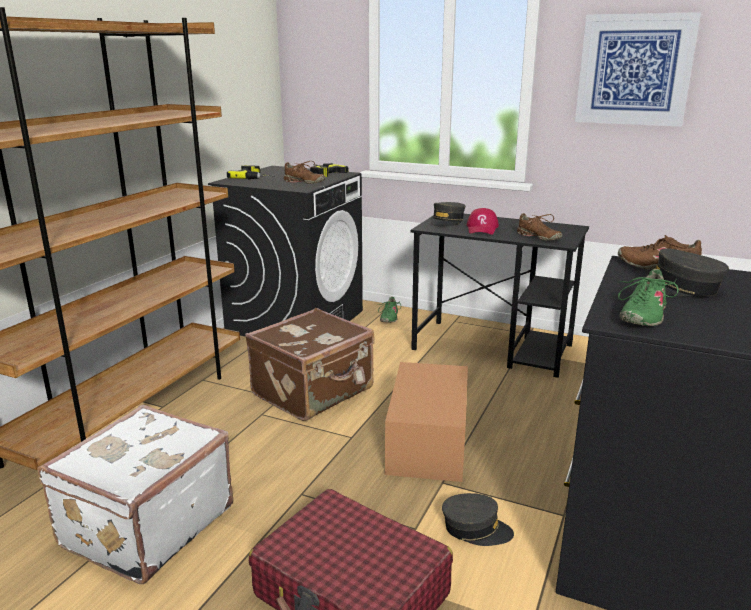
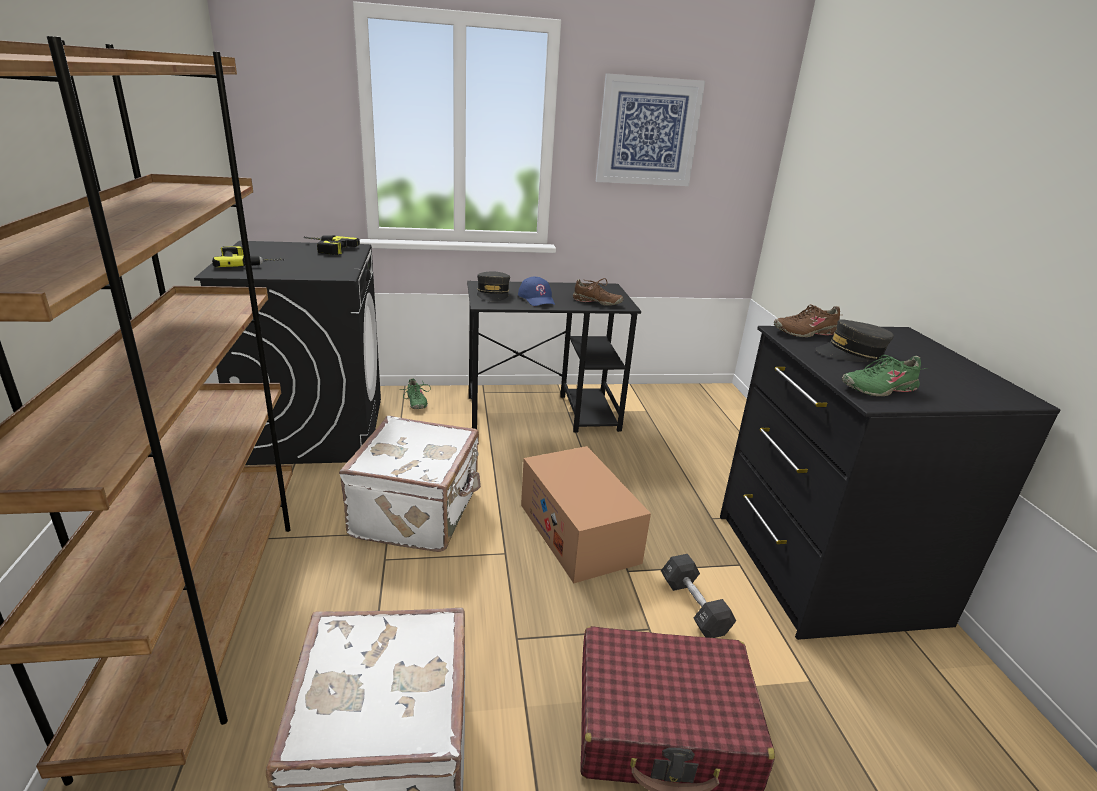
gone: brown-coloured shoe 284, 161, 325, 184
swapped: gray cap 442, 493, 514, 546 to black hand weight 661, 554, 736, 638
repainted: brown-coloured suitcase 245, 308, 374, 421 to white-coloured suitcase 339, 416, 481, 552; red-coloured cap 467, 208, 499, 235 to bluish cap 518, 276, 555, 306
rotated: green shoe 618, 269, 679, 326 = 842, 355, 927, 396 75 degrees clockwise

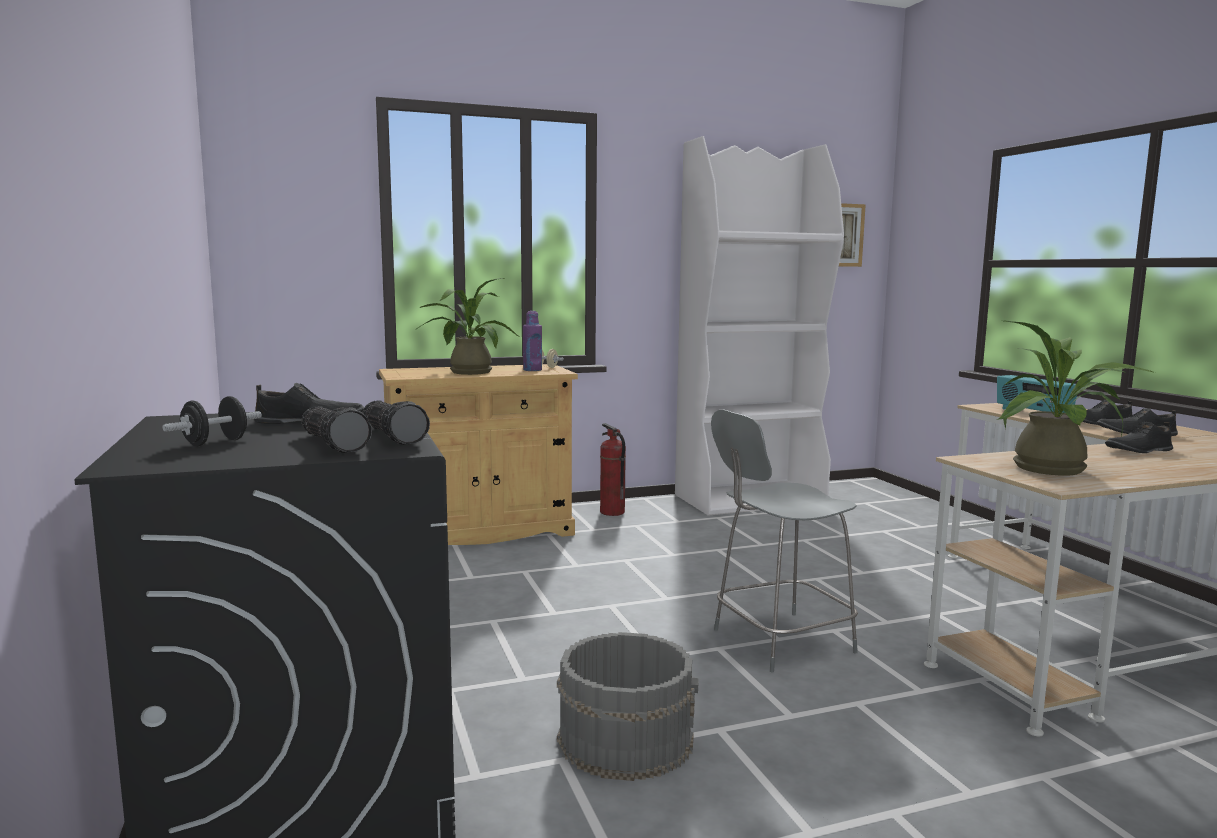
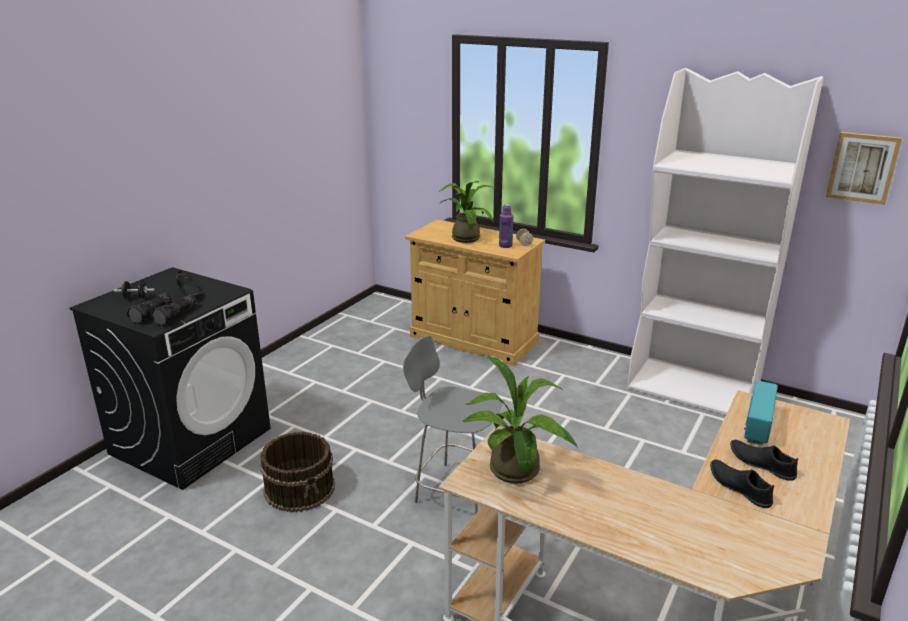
gone: fire-fighting cylinder 600, 423, 626, 516; black shoe 1105, 422, 1173, 453
repainted: gray bucket 557, 632, 699, 781 to brown-coloured bucket 260, 432, 335, 512

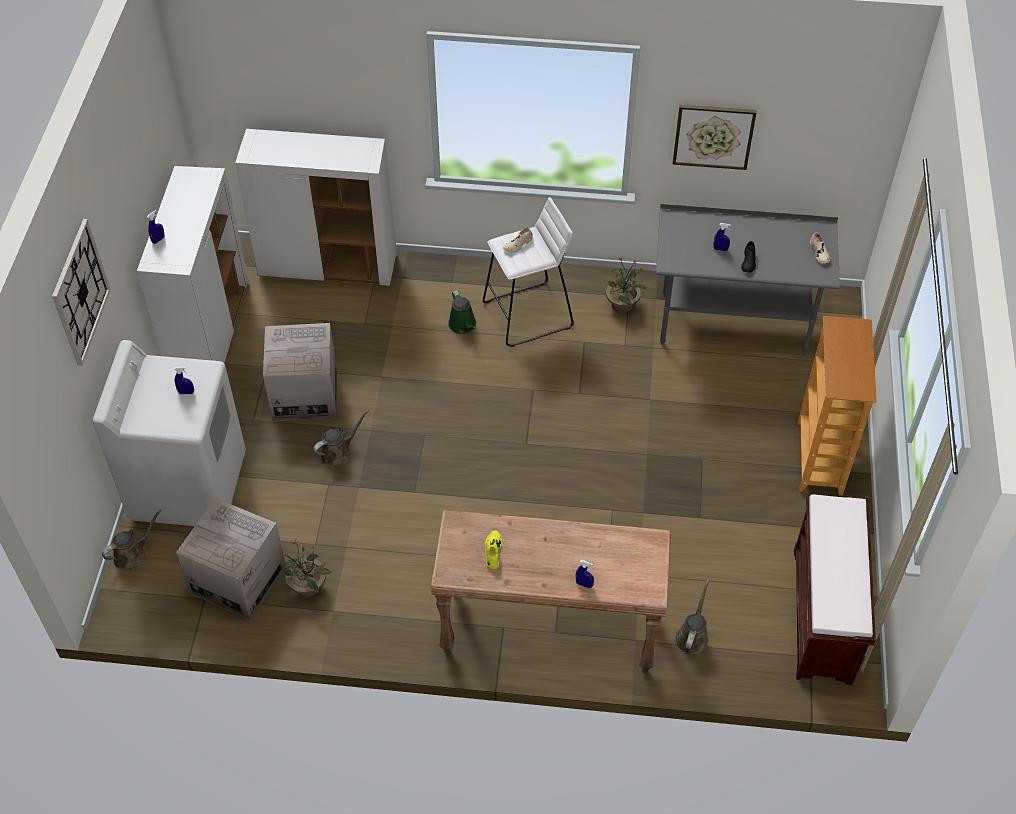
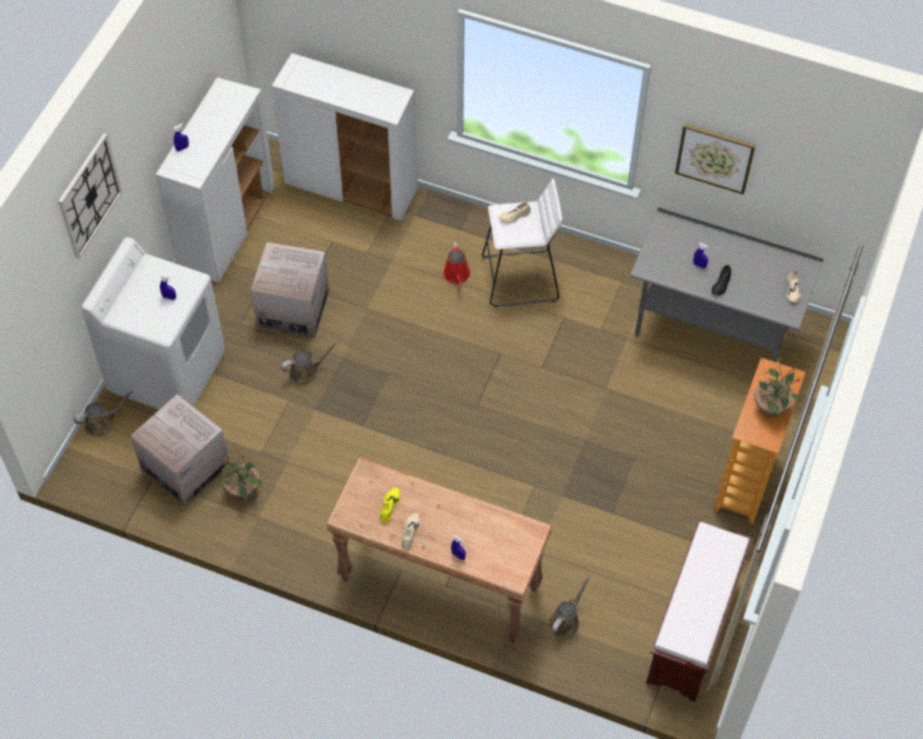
new: beige-coloured shoe 401, 513, 420, 549
shifted: potted plant 606, 257, 646, 313 to 754, 357, 801, 418
repainted: green watering can 448, 291, 476, 334 to red-coloured watering can 443, 242, 470, 285

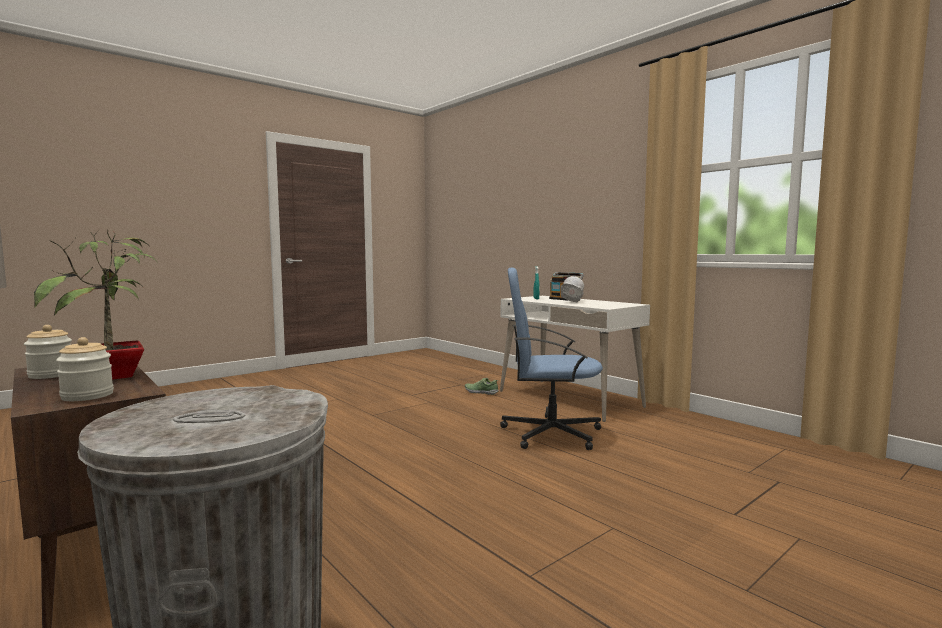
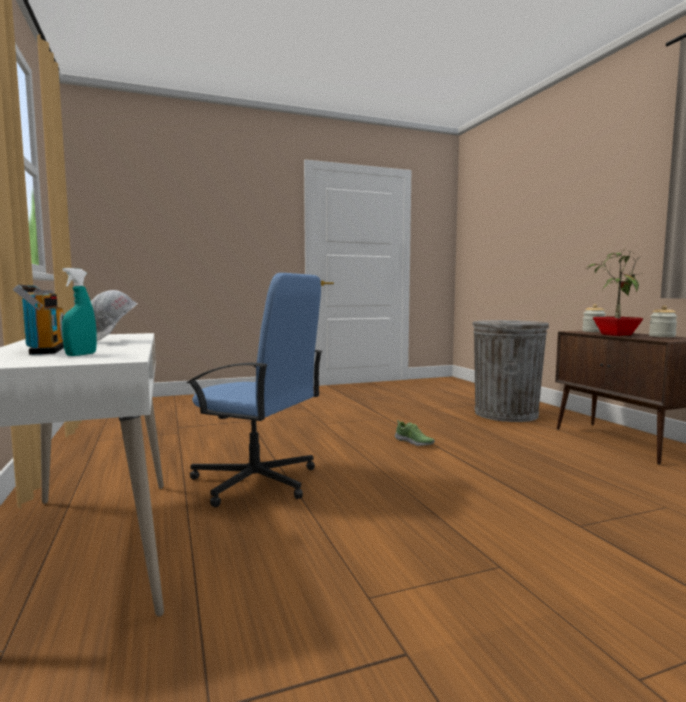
shifted: shoe 465, 378, 499, 395 to 395, 420, 435, 446

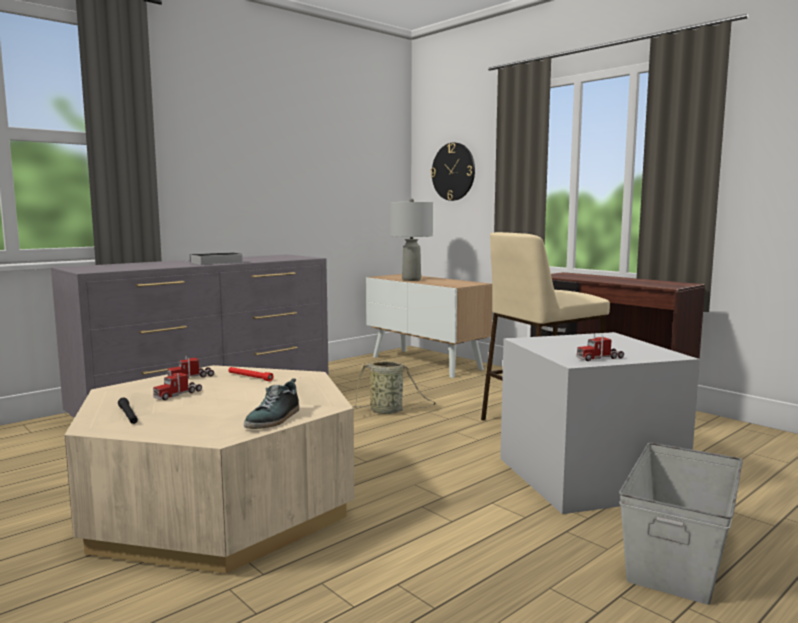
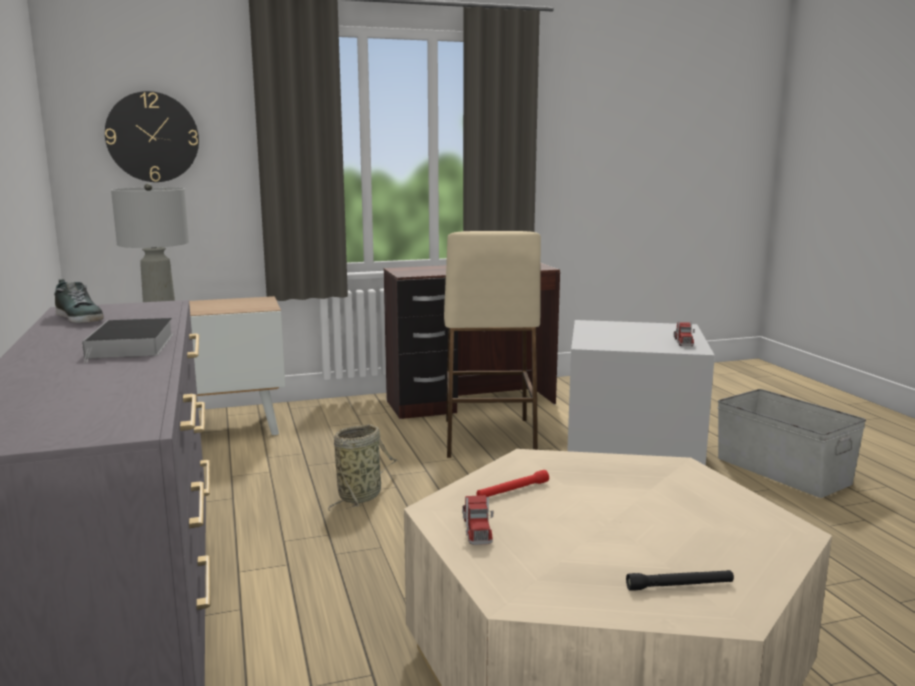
gone: toy truck 153, 371, 202, 400
shifted: shoe 244, 378, 299, 429 to 54, 279, 104, 323

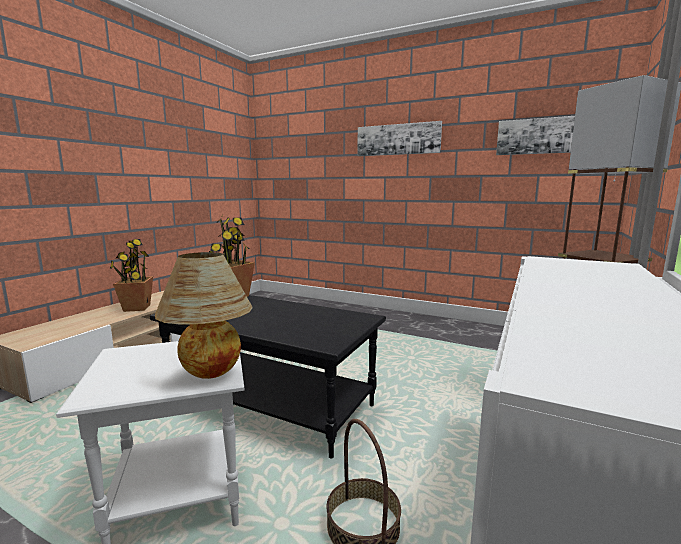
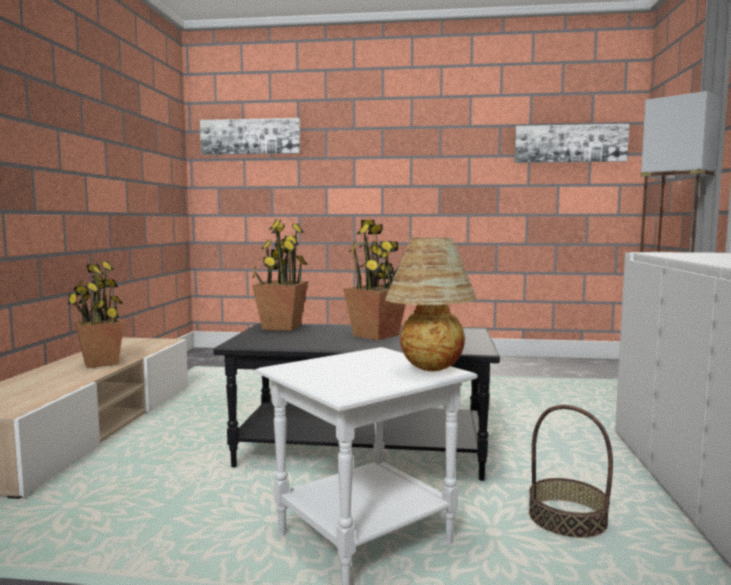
new: potted plant 343, 220, 406, 340
shifted: wall picture 357, 121, 442, 156 to 200, 118, 300, 155

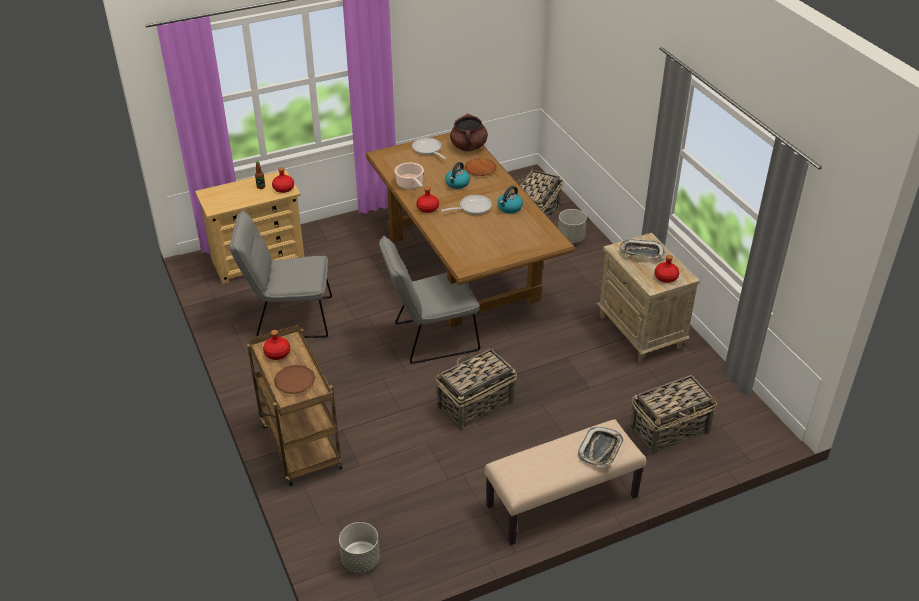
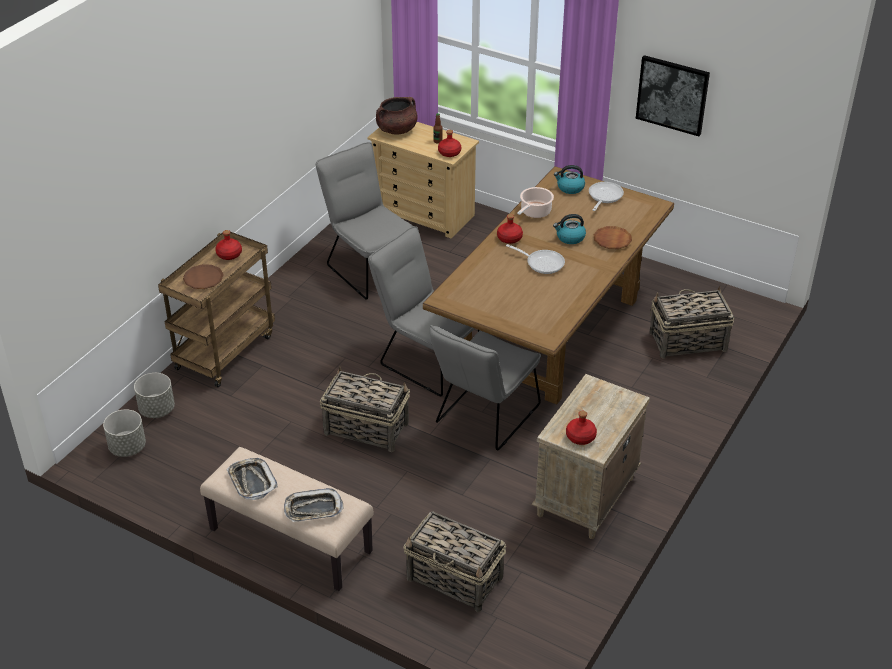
new: gray plain chair 430, 325, 541, 451; wall picture 636, 55, 710, 136
shifted: gray planter 558, 209, 587, 243 to 134, 373, 175, 418; carrying tray 619, 240, 665, 259 to 226, 458, 278, 500; brown-coloured saucepot 450, 114, 488, 151 to 376, 97, 418, 134; tea kettle 497, 186, 523, 213 to 554, 165, 585, 194

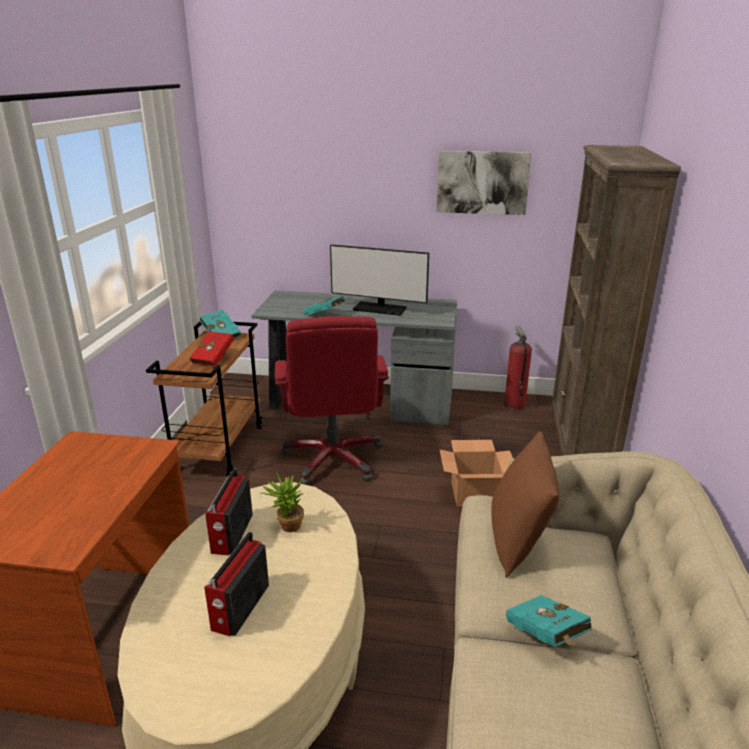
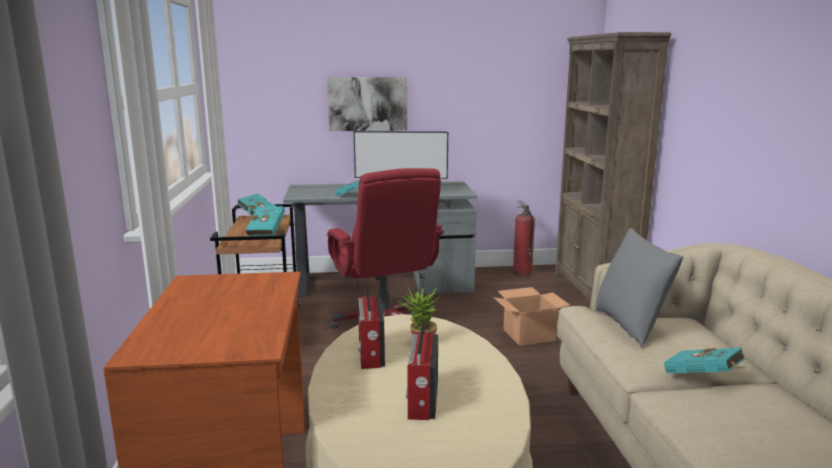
shifted: wall picture 436, 151, 532, 215 to 327, 77, 407, 131
repainted: red-coloured bound book 189, 331, 234, 367 to turquoise-coloured bound book 246, 206, 285, 236; brown-coloured cushion 491, 432, 559, 578 to gray cushion 596, 228, 684, 347

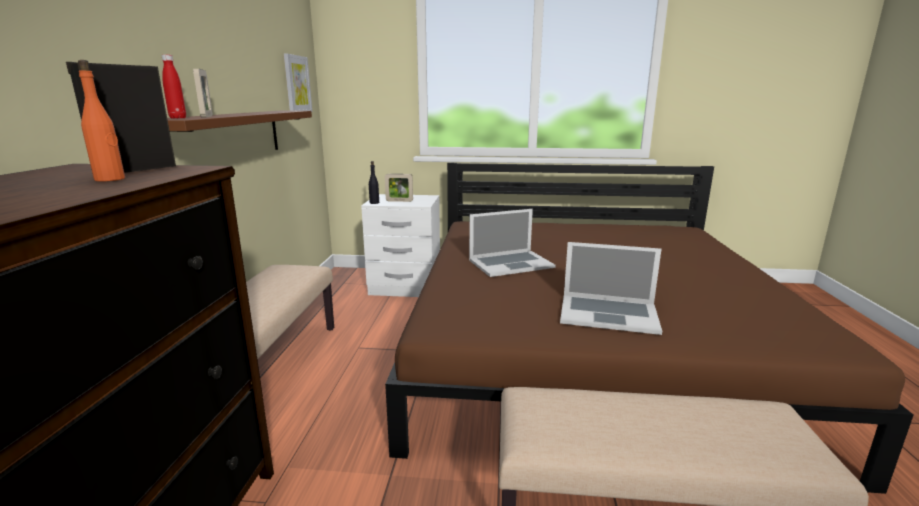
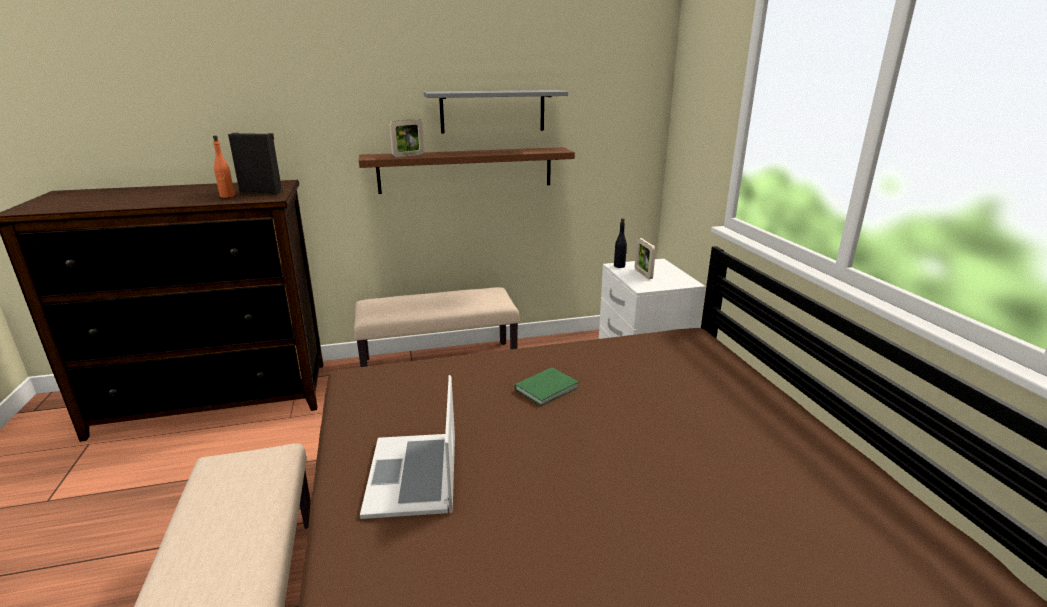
gone: red-coloured drink bottle 161, 54, 186, 118; wall picture 284, 54, 312, 112
new: gray wall shelf 424, 90, 568, 134
swapped: laptop 469, 209, 556, 277 to green bound book 515, 367, 579, 406

